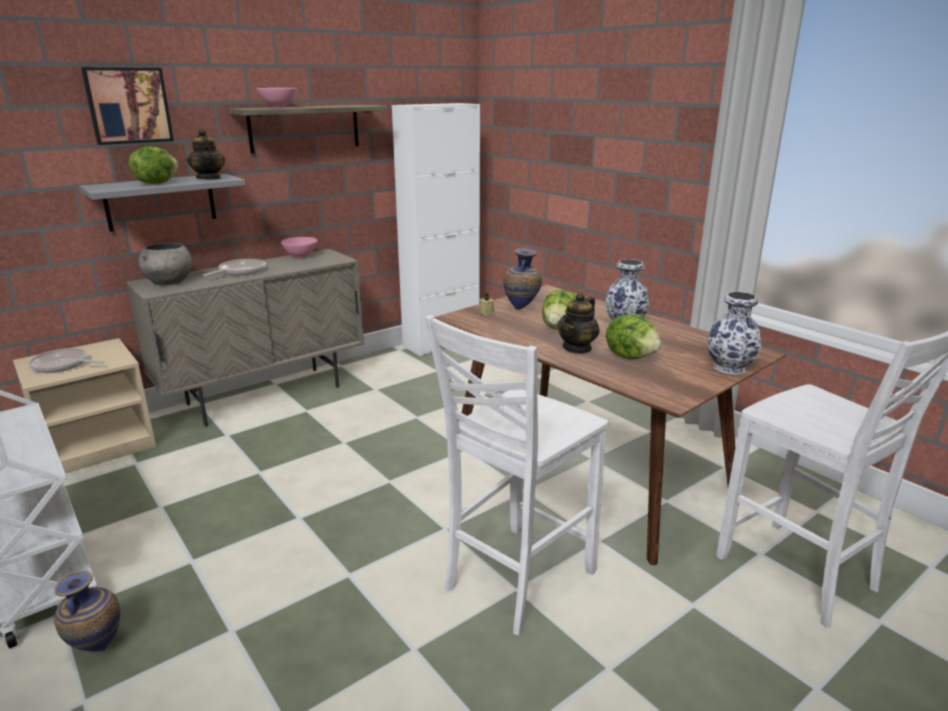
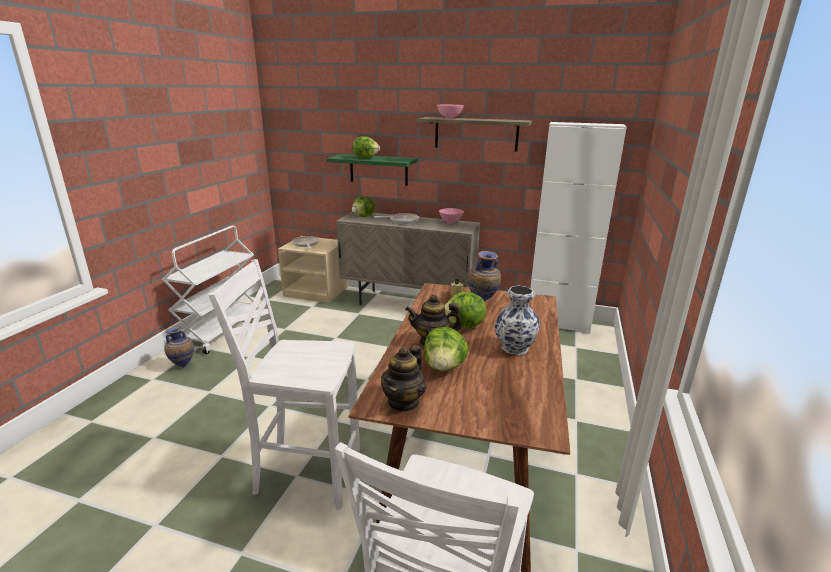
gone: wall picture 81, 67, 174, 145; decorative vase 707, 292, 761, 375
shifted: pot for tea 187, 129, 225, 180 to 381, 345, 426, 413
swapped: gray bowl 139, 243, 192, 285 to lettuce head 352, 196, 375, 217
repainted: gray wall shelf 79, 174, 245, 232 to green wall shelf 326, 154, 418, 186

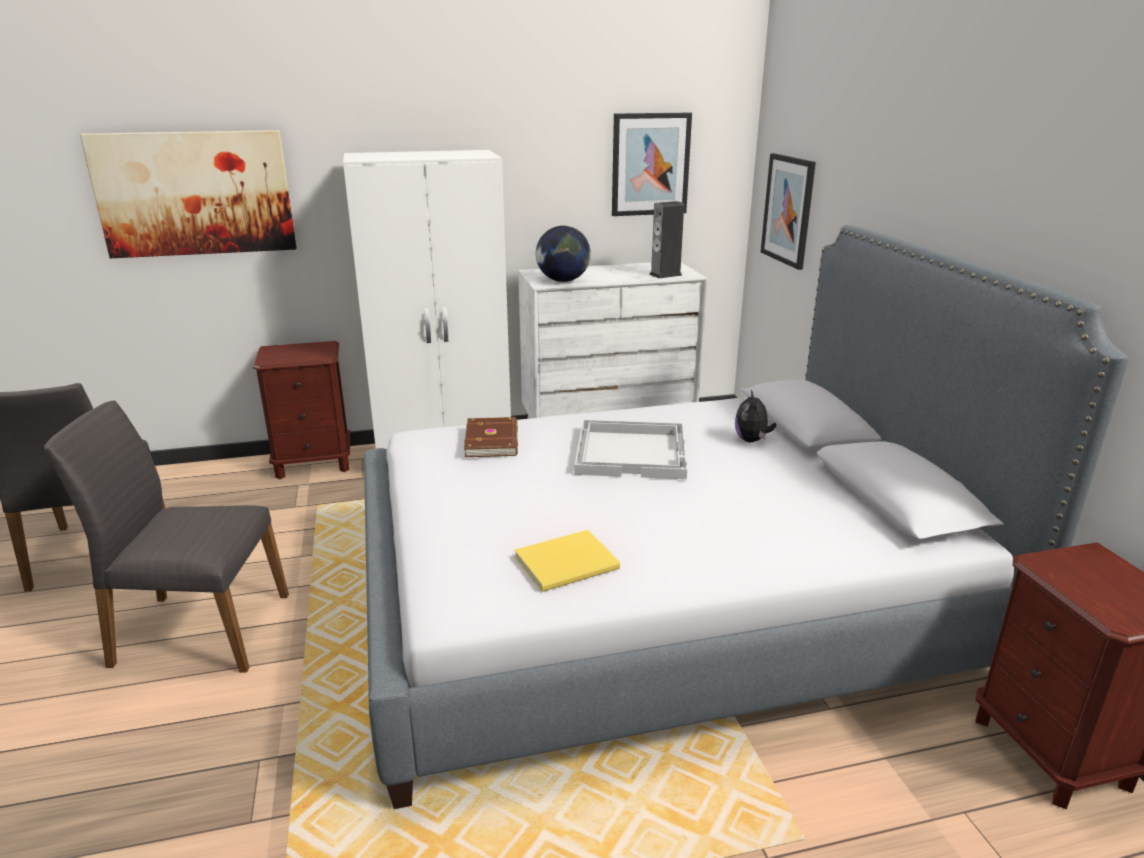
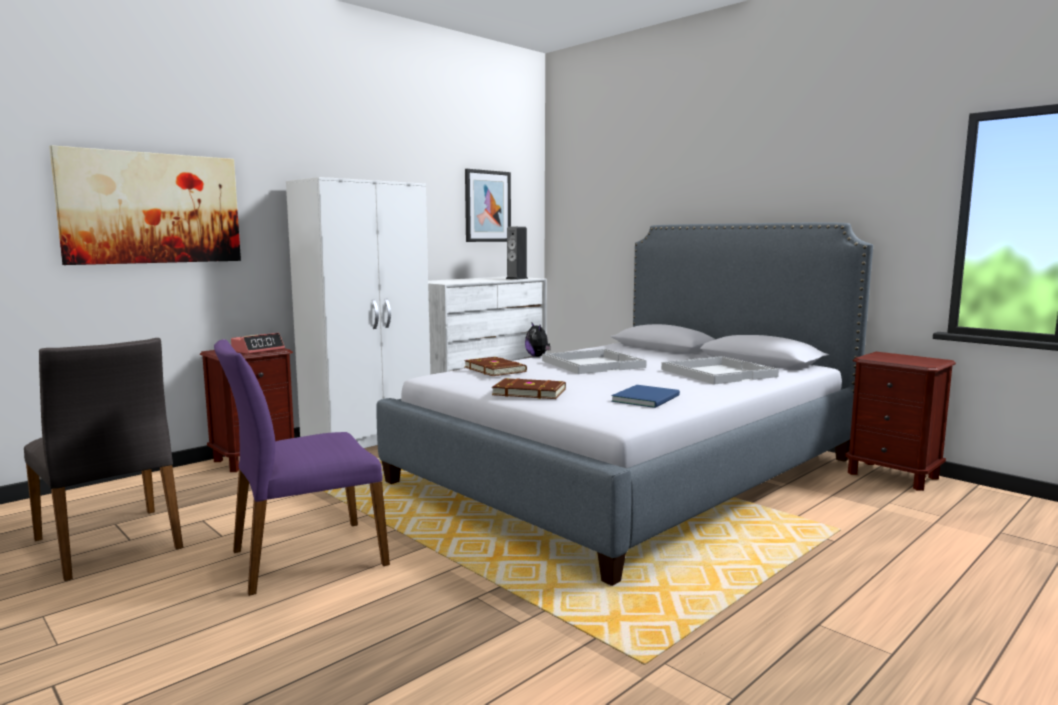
gone: desk globe 536, 226, 591, 282; wall picture 761, 153, 816, 270
new: bedside clock 231, 333, 285, 354; brown-coloured bound book 492, 378, 566, 399; white-coloured carrying tray 661, 356, 779, 384
shifted: soft toy 735, 390, 776, 442 to 525, 323, 551, 357
repainted: gray plain chair 44, 401, 289, 673 to purple-coloured plain chair 214, 339, 390, 596; yellow-coloured bound book 514, 530, 620, 592 to bluish bound book 611, 385, 680, 408

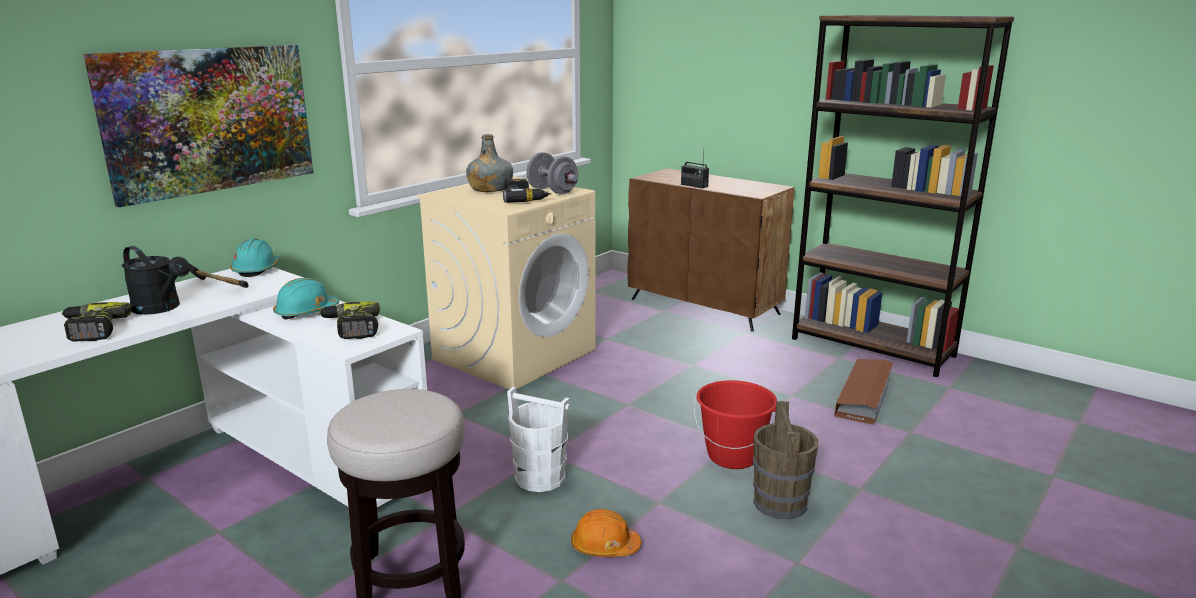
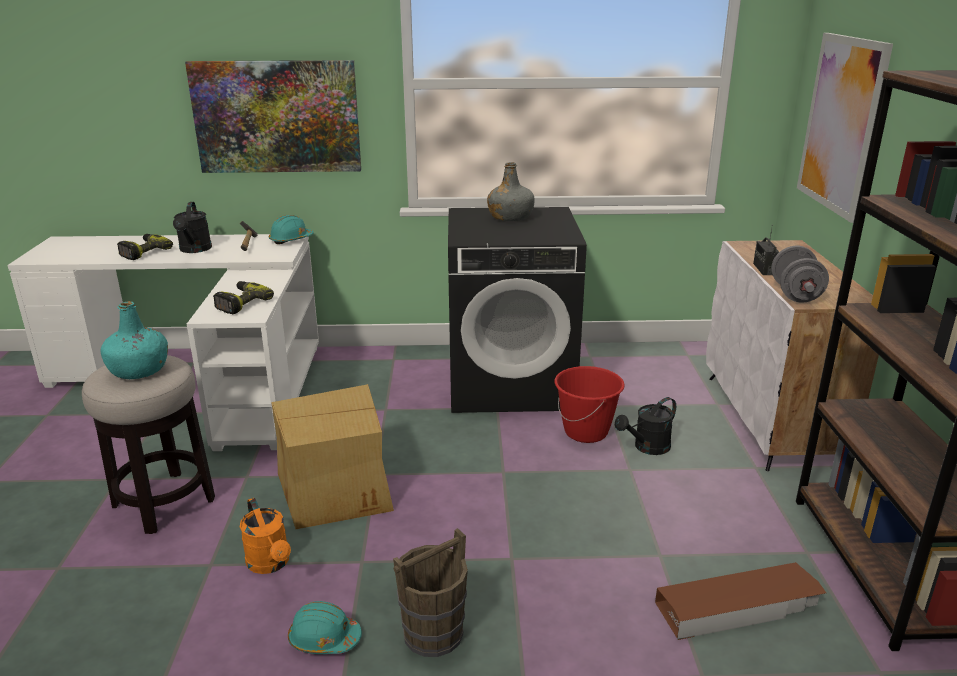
gone: power drill 503, 179, 552, 203
new: turquoise-coloured drink bottle 101, 301, 168, 379; black watering can 615, 397, 676, 455; wall picture 797, 33, 893, 223
shifted: turquoise-coloured safety helmet 273, 278, 339, 320 to 288, 601, 362, 654; red-coloured bucket 694, 380, 777, 469 to 554, 366, 625, 443; gray hand weight 526, 152, 578, 194 to 771, 246, 829, 302
swapped: orangey safety helmet 571, 509, 642, 557 to orangey watering can 240, 498, 291, 574; white-coloured bucket 507, 387, 570, 492 to cardboard box 271, 384, 394, 529
repainted: beige-coloured laundry machine 417, 176, 596, 389 to black laundry machine 448, 207, 587, 413; brown-coloured cupboard 627, 168, 794, 332 to white-coloured cupboard 706, 240, 879, 471

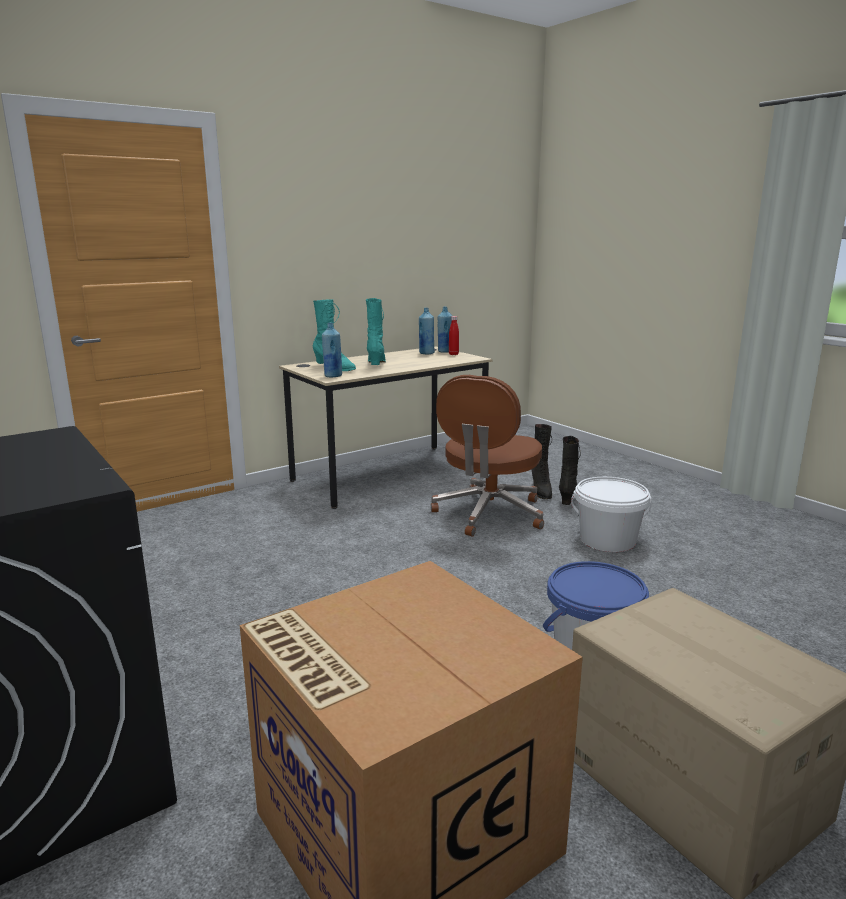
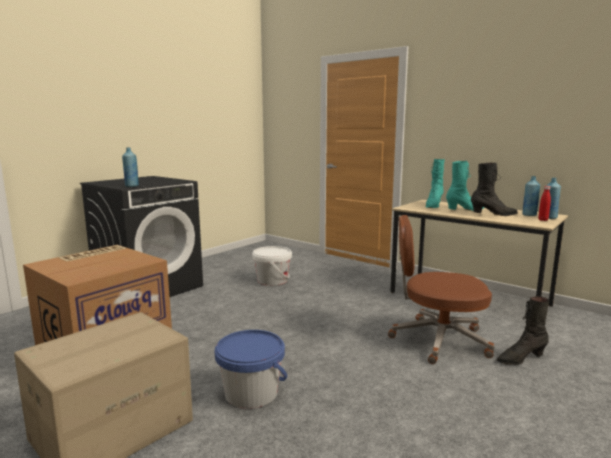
shifted: bluish drink bottle 322, 323, 342, 377 to 122, 147, 139, 187; white-coloured bucket 571, 477, 652, 552 to 252, 246, 292, 286; black tall boot 559, 435, 581, 505 to 471, 163, 518, 216

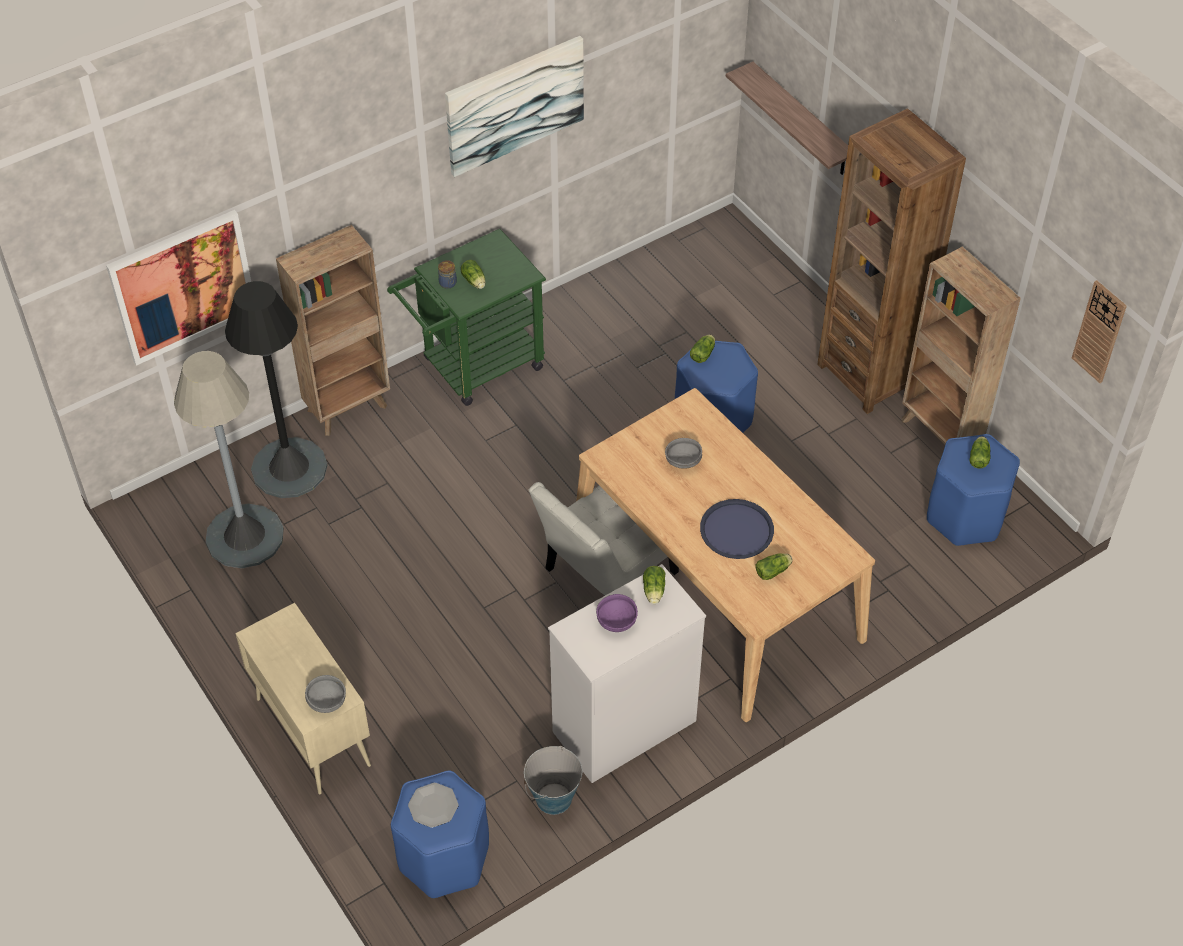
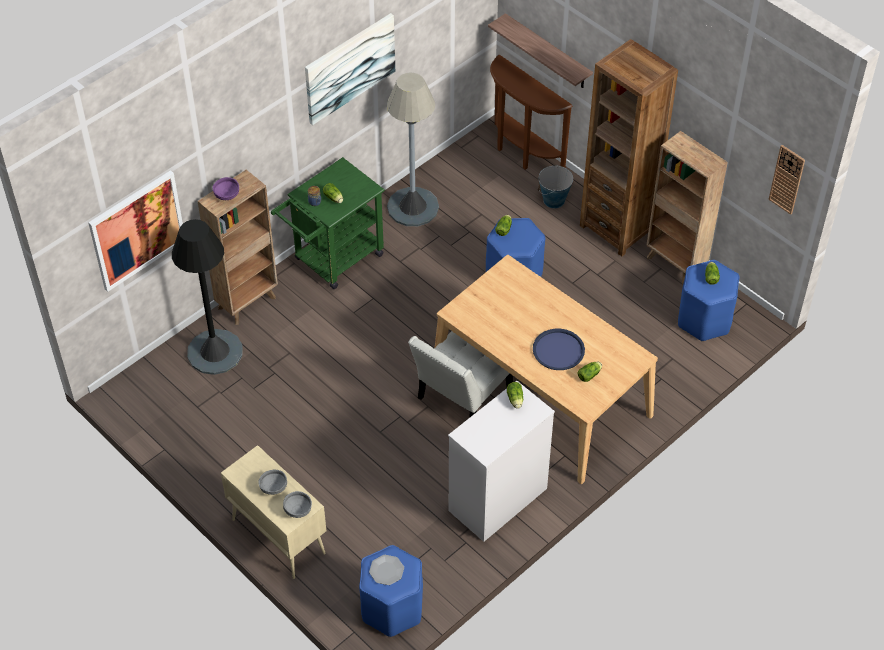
new: brown-coloured console table 490, 55, 573, 170
shifted: purple-coloured bowl 596, 594, 638, 632 to 213, 177, 239, 200; gray bowl 665, 438, 702, 469 to 258, 470, 287, 495; gray floor lamp 174, 351, 284, 568 to 387, 73, 439, 226; bucket 524, 746, 582, 815 to 538, 165, 573, 208

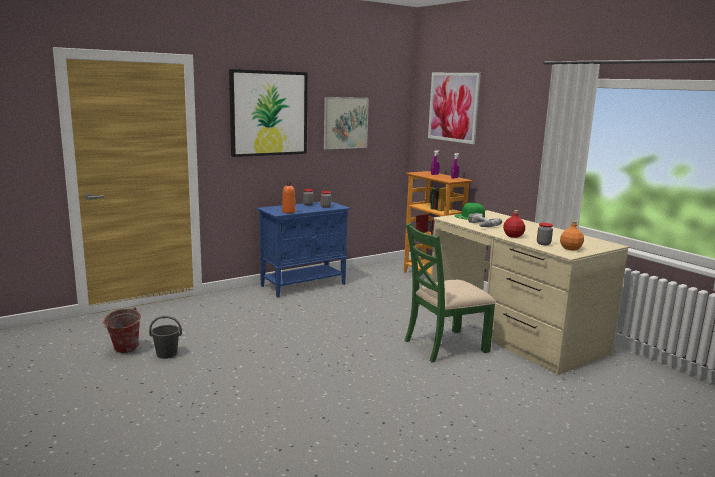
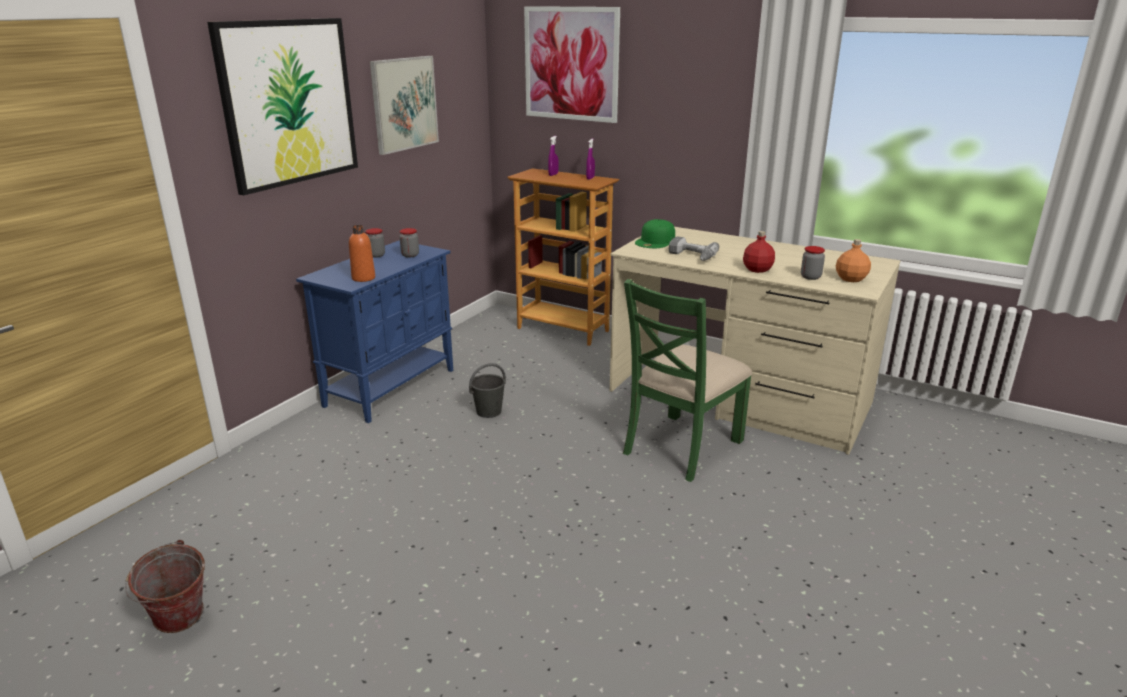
shifted: gray bucket 149, 316, 182, 359 to 469, 363, 506, 418

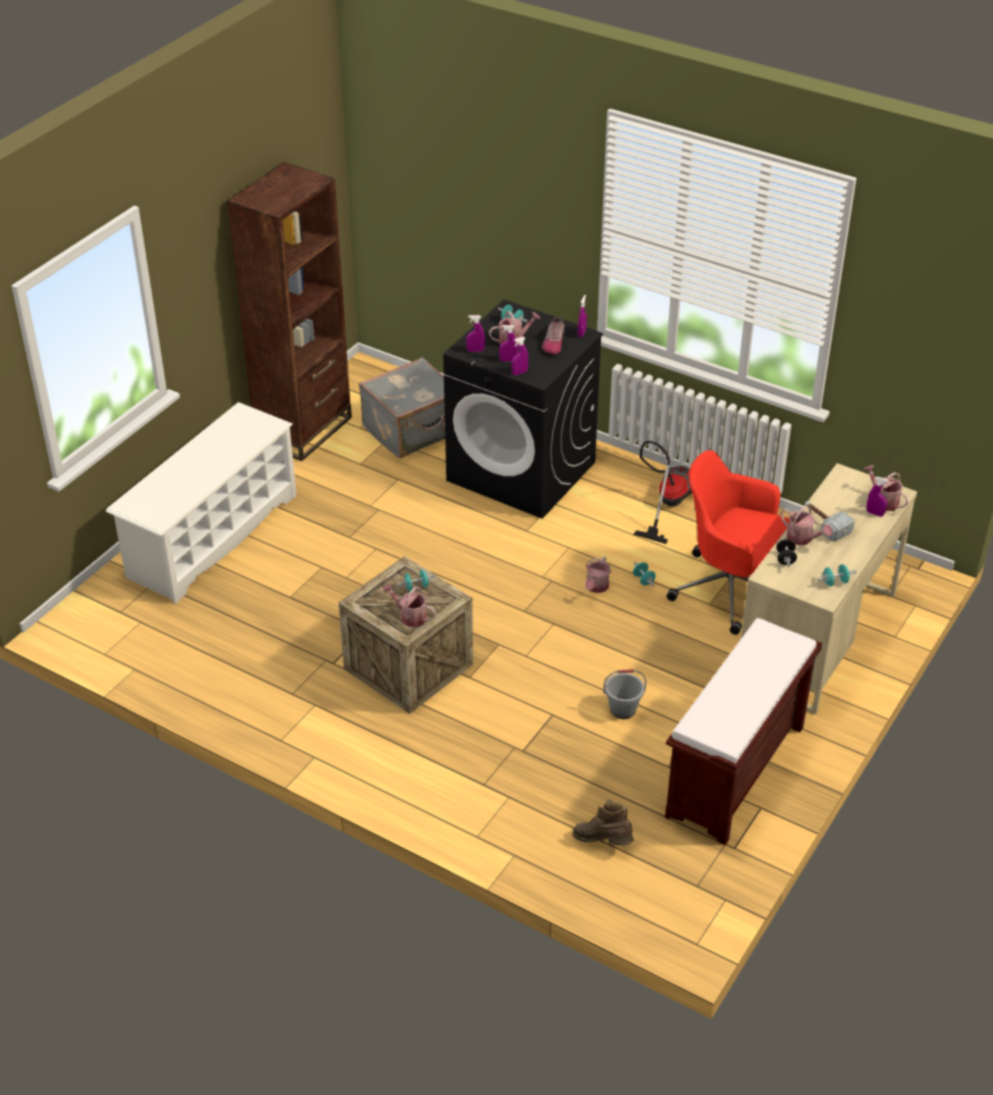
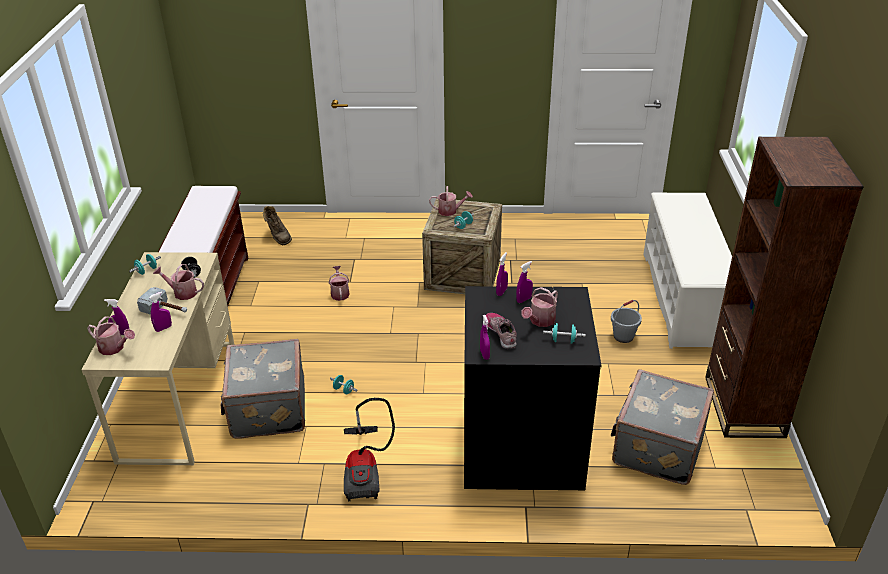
shifted: purple-coloured hand sprayer 466, 315, 485, 352 to 149, 292, 172, 332; watering can 585, 556, 611, 593 to 329, 266, 350, 301; gray bucket 603, 669, 646, 719 to 611, 300, 642, 343
swapped: red-coloured office chair 667, 450, 789, 635 to gray suitcase 220, 339, 305, 438
rotated: brown-coloured tall boot 572, 799, 633, 845 = 263, 206, 292, 245 60 degrees clockwise

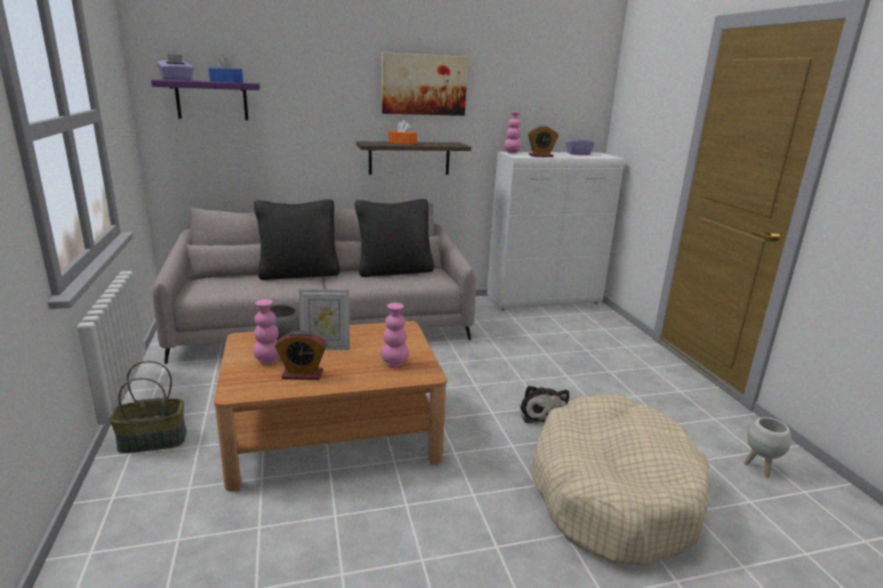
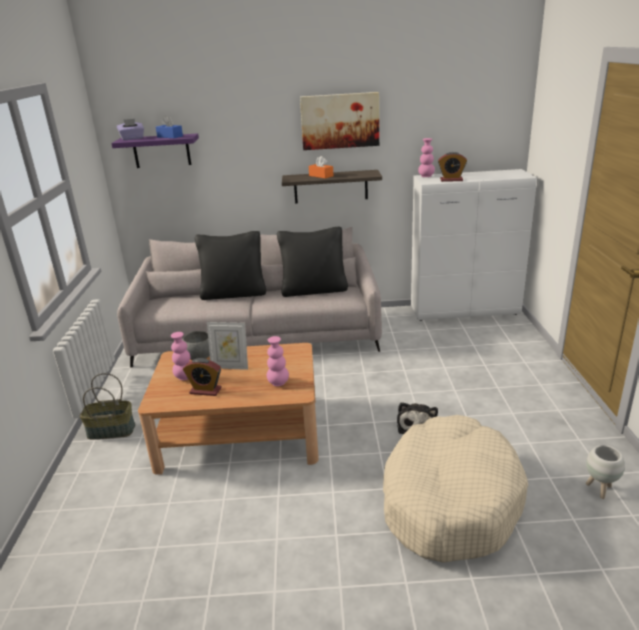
gone: purple-coloured tissue holder 566, 134, 594, 155

